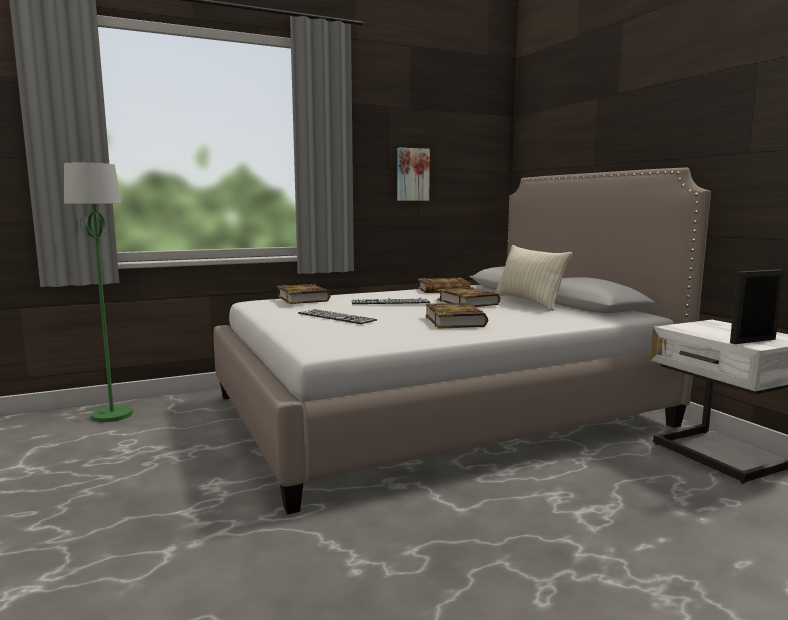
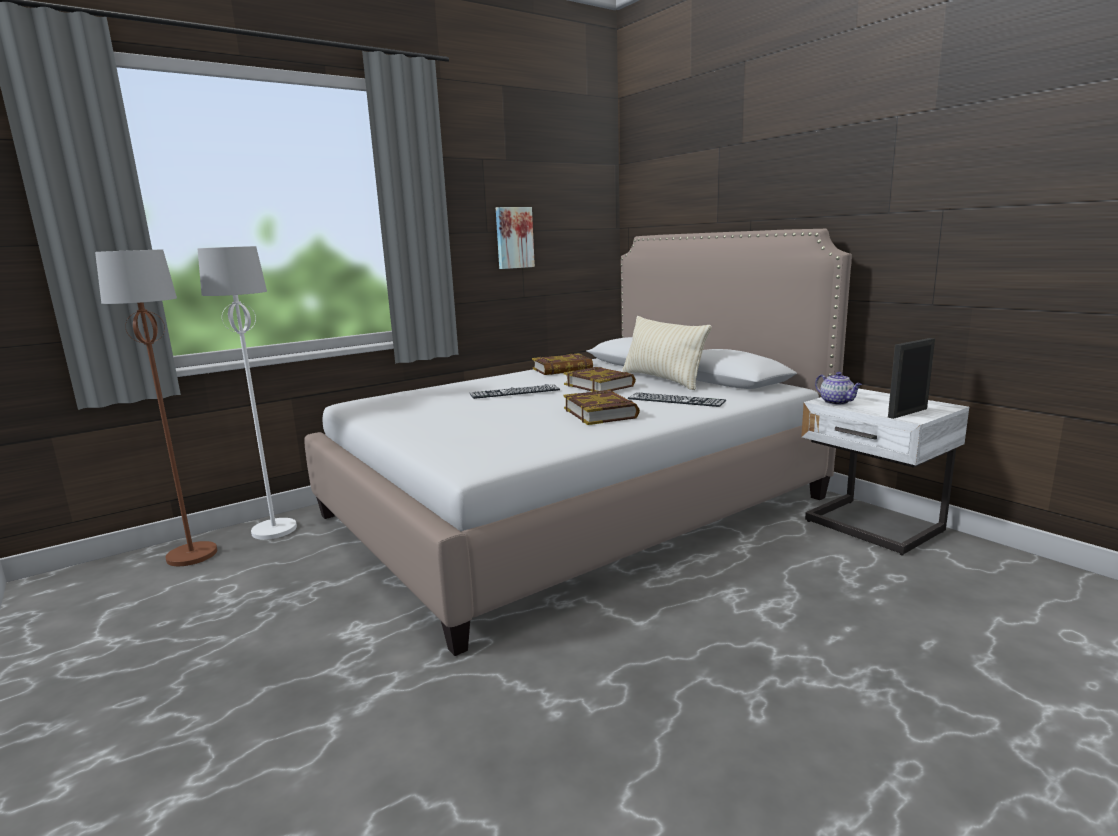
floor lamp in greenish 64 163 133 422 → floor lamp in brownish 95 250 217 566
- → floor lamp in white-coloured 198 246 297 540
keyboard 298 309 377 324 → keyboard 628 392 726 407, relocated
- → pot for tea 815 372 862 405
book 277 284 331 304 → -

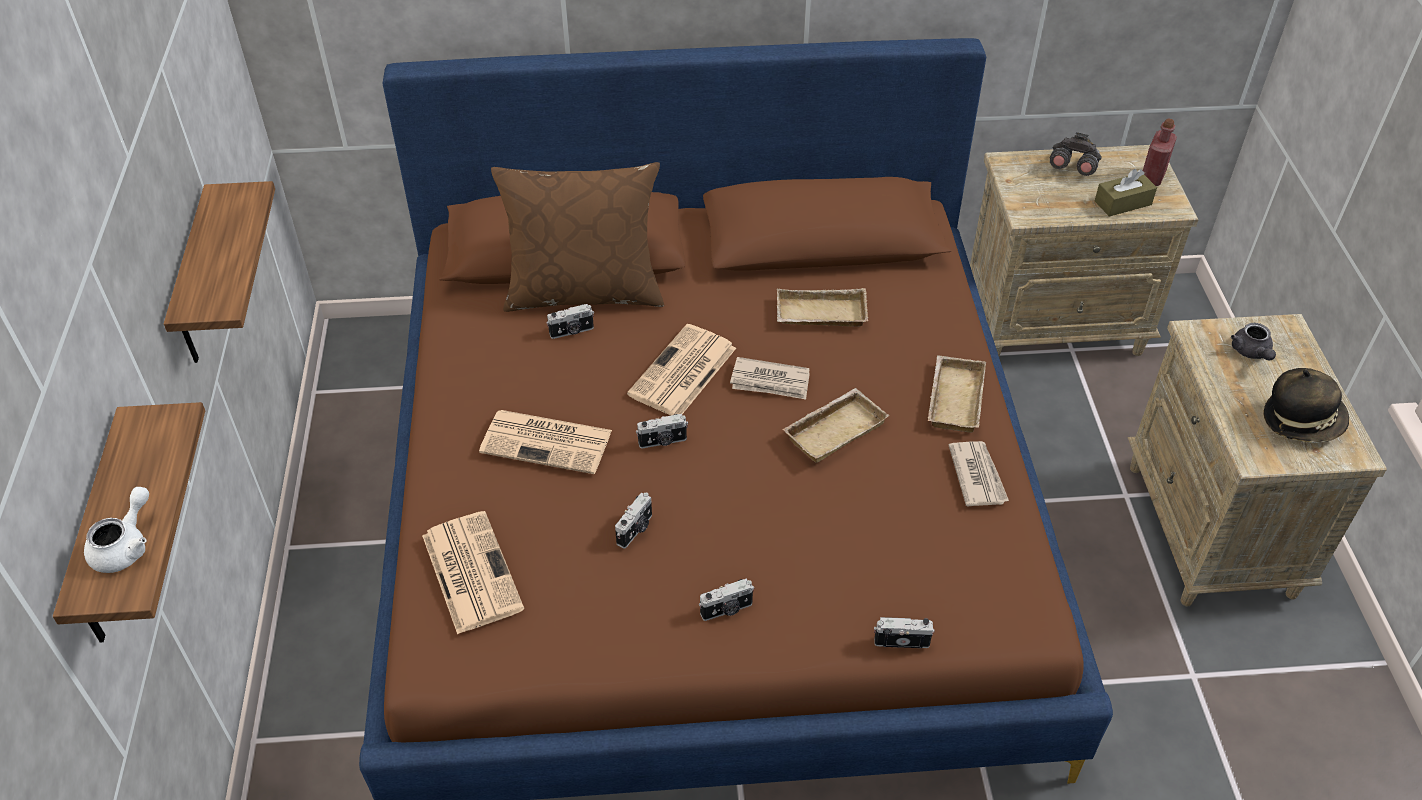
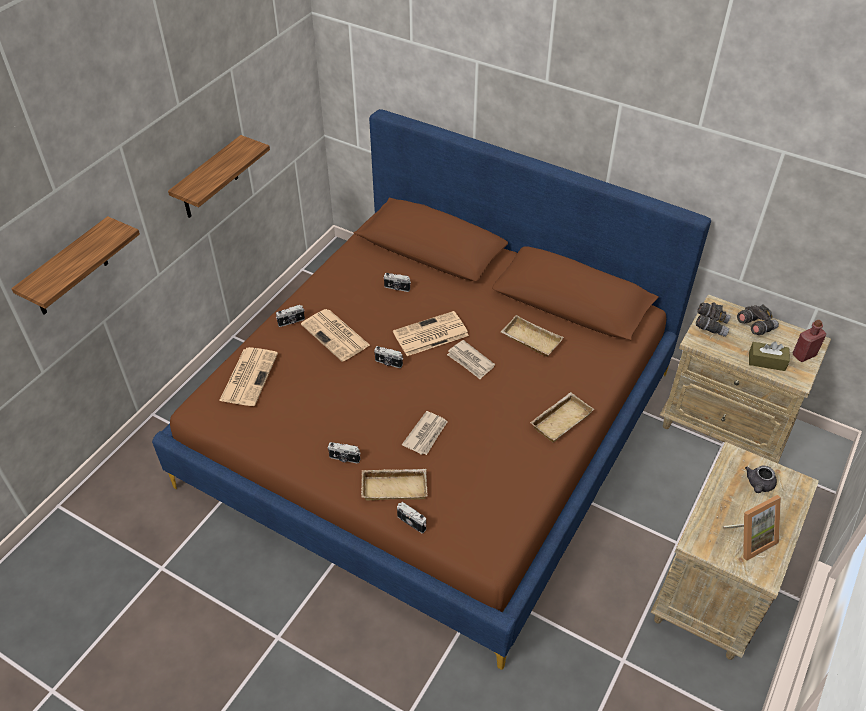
photo camera 615 493 652 549 → photo camera 276 305 305 327, relocated
tray in sand-coloured 782 388 889 463 → tray in sand-coloured 361 469 428 500, relocated
newspaper 949 441 1009 507 → newspaper 402 411 448 455, relocated
- → binoculars in gray 696 302 730 337
clothing hat 1263 368 1349 443 → photo frame 723 495 781 561
pot for tea in white-coloured 84 487 149 573 → -
throw pillow in brownish 491 162 664 312 → -

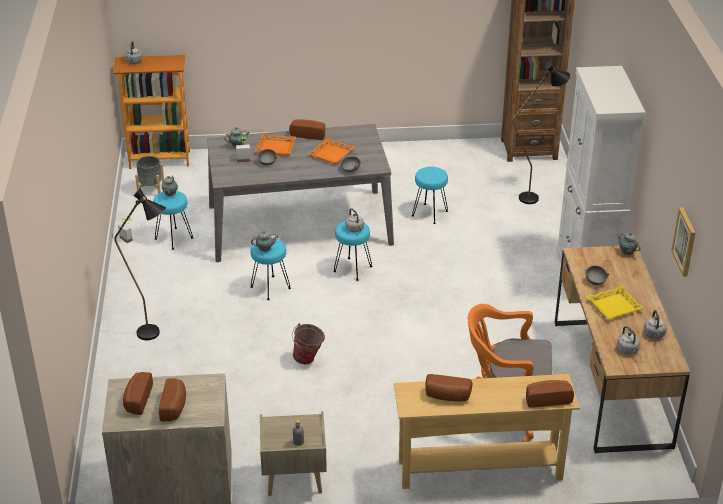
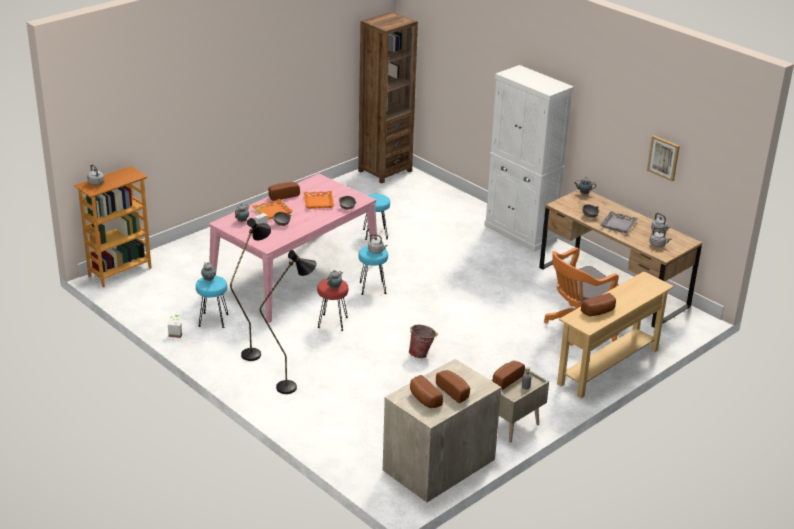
dinner table in gray 207 124 394 262 → dinner table in pinkish 209 174 377 323
floor lamp in blackish 513 61 571 204 → floor lamp in blackish 230 218 271 361, relocated
sitting stool in turquoise 250 238 291 300 → sitting stool in red 317 279 348 331
baked bread 526 380 574 408 → baked bread 493 361 525 390, relocated
tray in yellowish 586 286 644 319 → tray in gray 600 211 638 233
planter in gray 135 156 164 194 → -

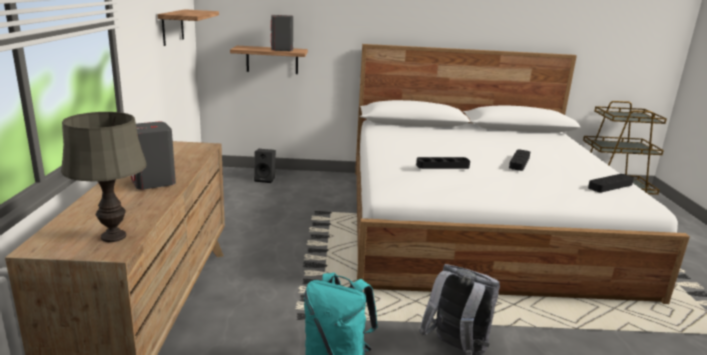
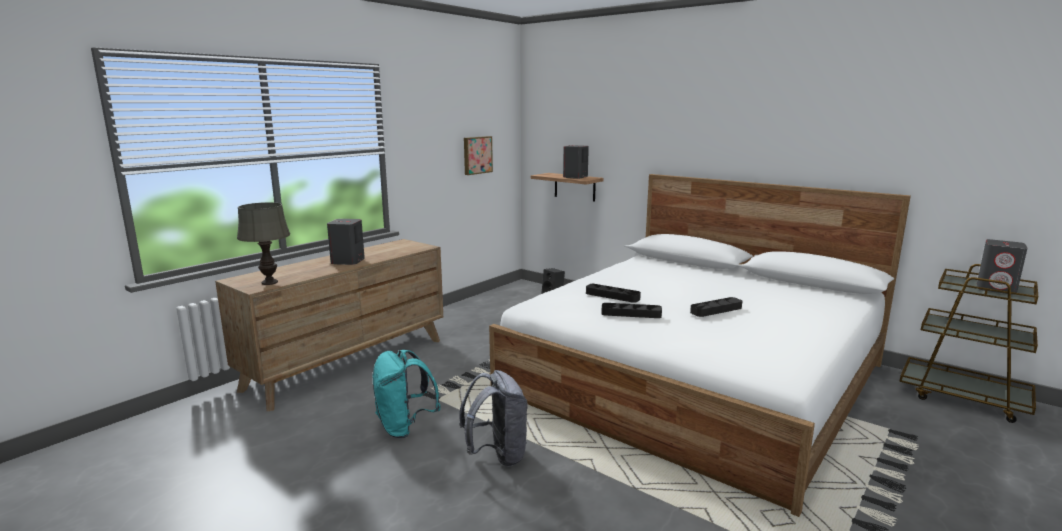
shelf 157 9 219 46 → wall art 464 136 493 175
tray in blackish 588 174 634 192 → tray in blackish 601 303 662 318, relocated
- → loudspeaker in gray 977 239 1027 295

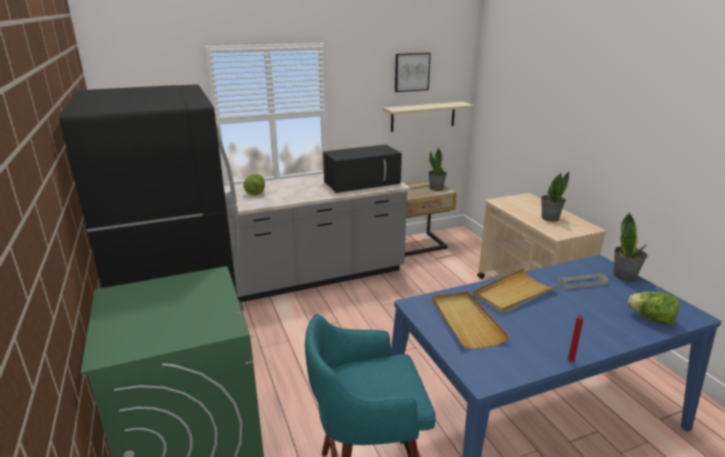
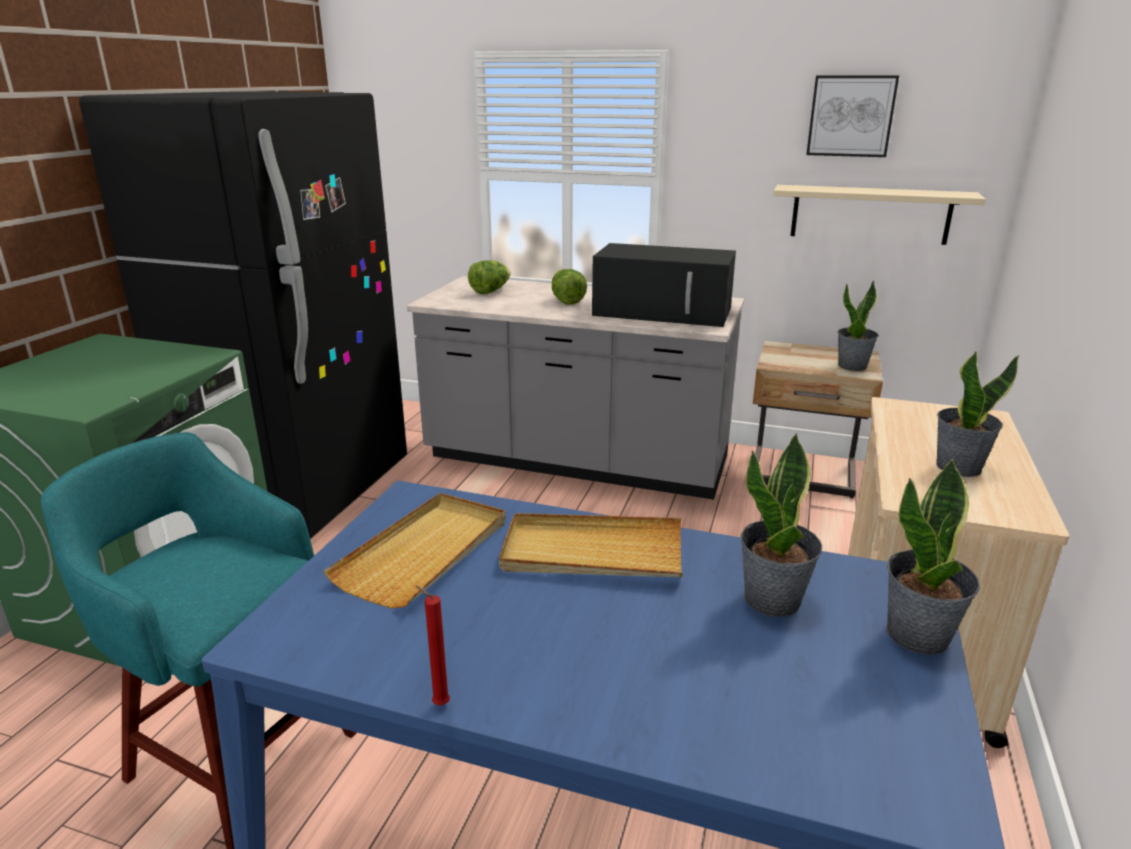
head of lettuce 628 292 679 325 → head of lettuce 552 269 587 305, relocated
tray in gray 557 273 608 290 → plant in a pot 740 433 822 617

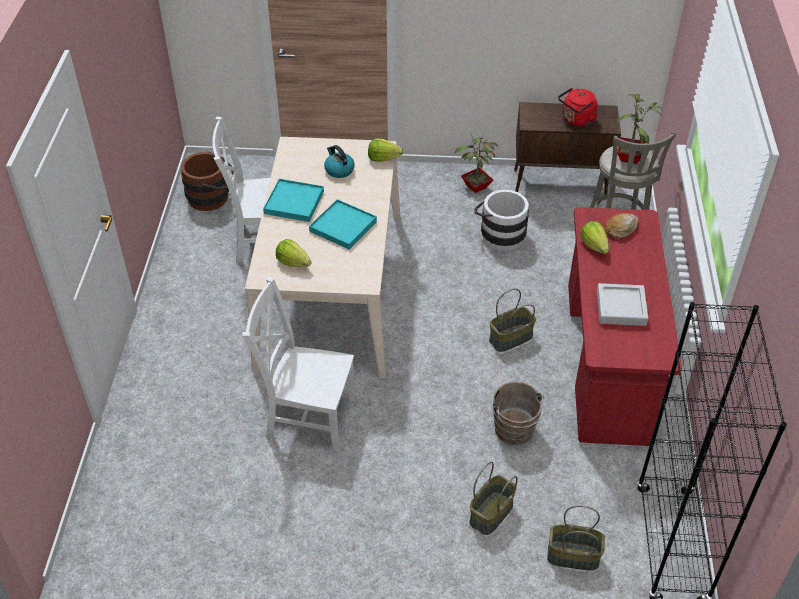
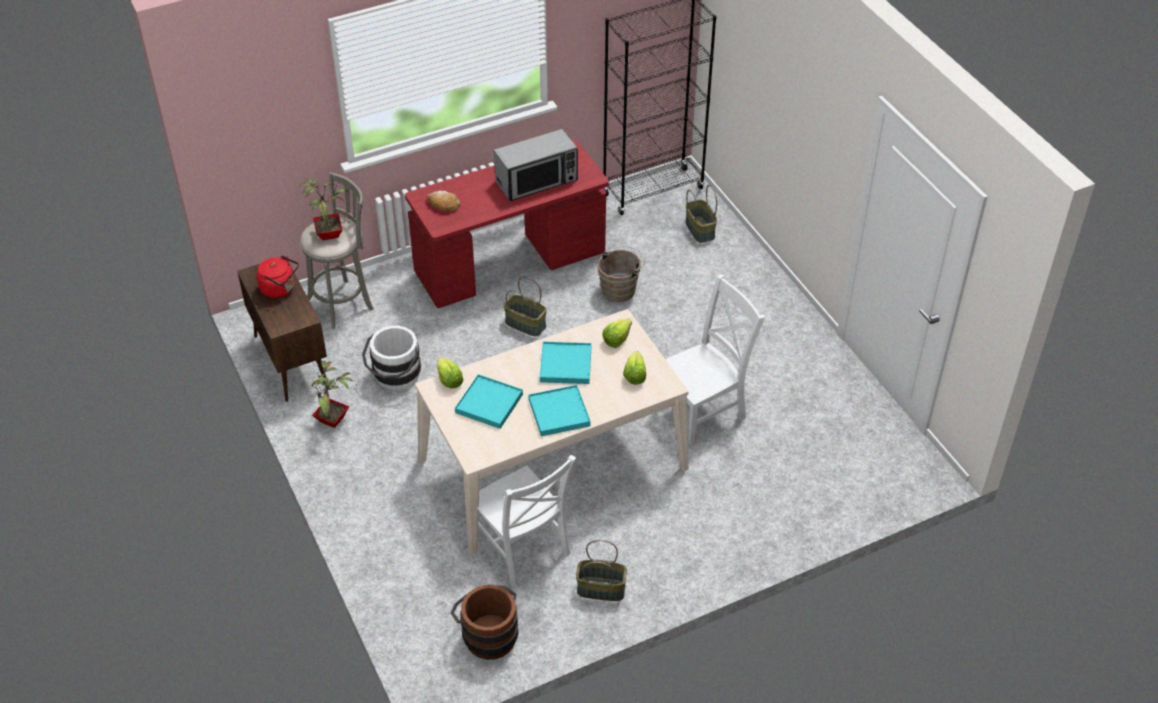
water kettle 324 145 355 178 → tray in turquoise 455 374 523 429
tray in gray 597 283 648 326 → microwave oven 494 129 578 201
household basket 469 462 518 535 → household basket 576 540 627 601, relocated
head of lettuce 580 221 609 254 → head of lettuce 603 319 632 348, relocated
chair in white-coloured 242 277 355 451 → chair in white-coloured 666 274 765 445, 105 degrees counterclockwise

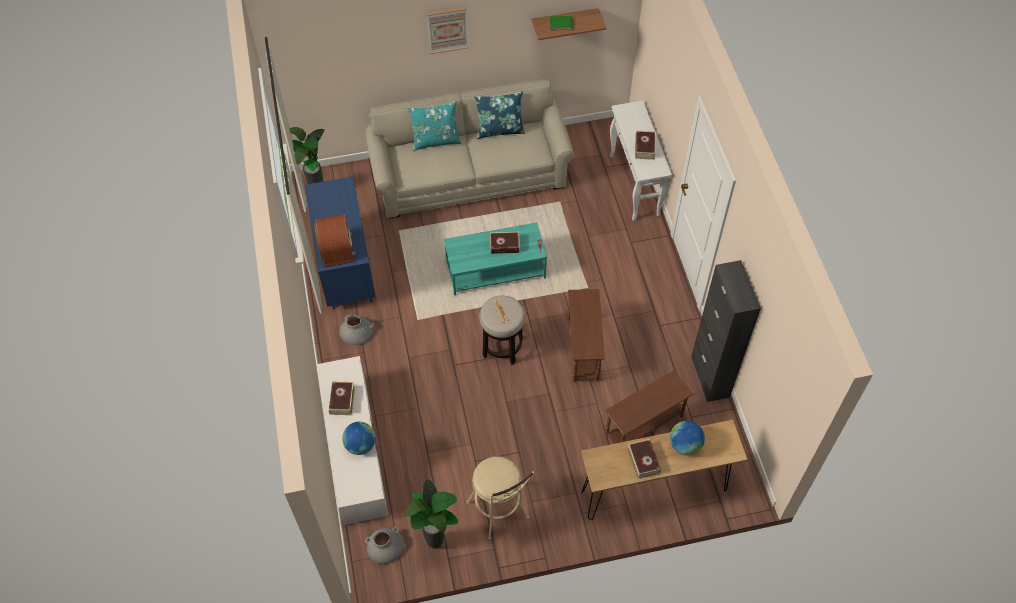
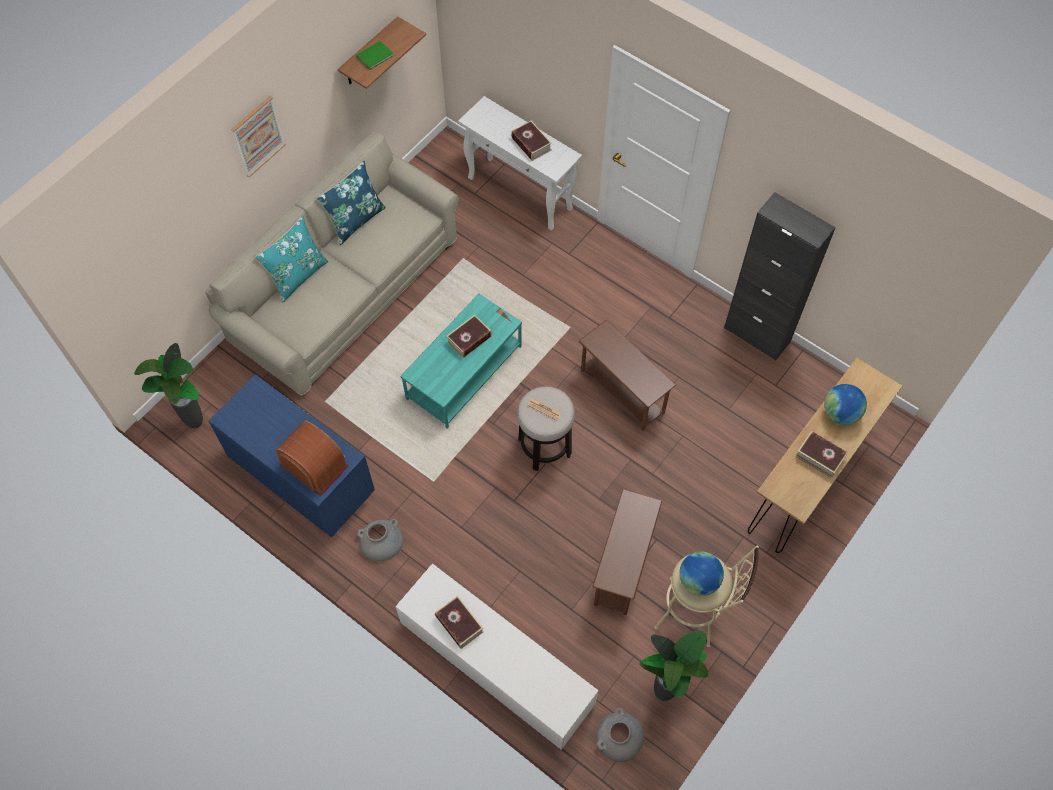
side table in brownish 605 370 693 444 → side table in brownish 592 489 662 615, relocated
world globe 342 422 376 455 → world globe 679 552 724 596, relocated

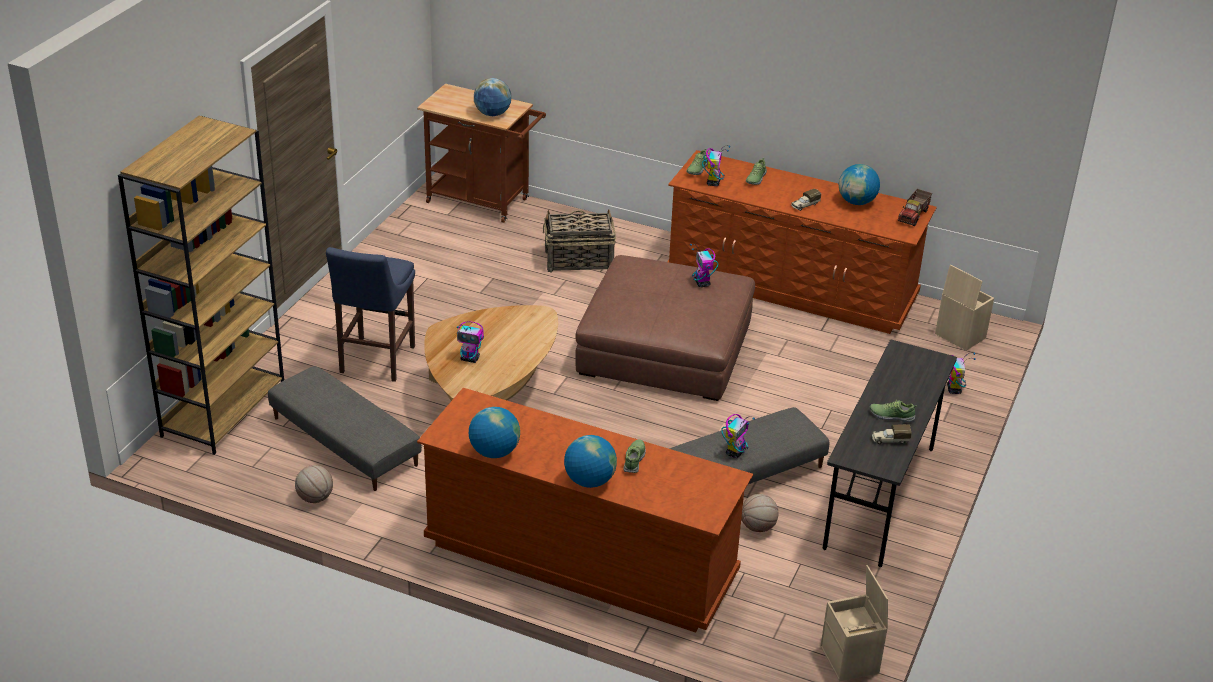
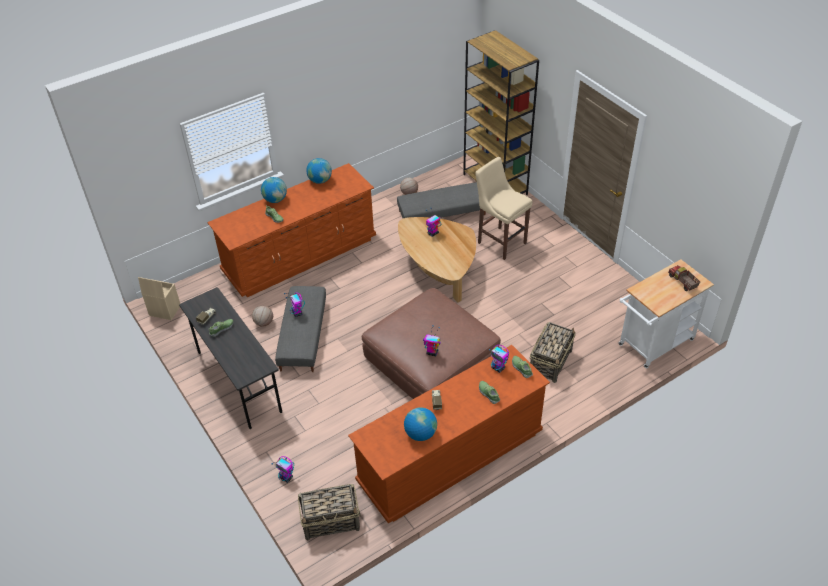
storage box in sand-coloured 935 265 994 351 → household basket 298 484 361 540
sitting stool in blue-coloured 326 247 415 382 → sitting stool in sand-coloured 475 157 532 260
wheeled cart in brownish 417 84 546 223 → wheeled cart in white-coloured 619 259 714 368
model truck 898 189 932 226 → model truck 668 265 700 291, relocated
world globe 474 78 511 116 → -

